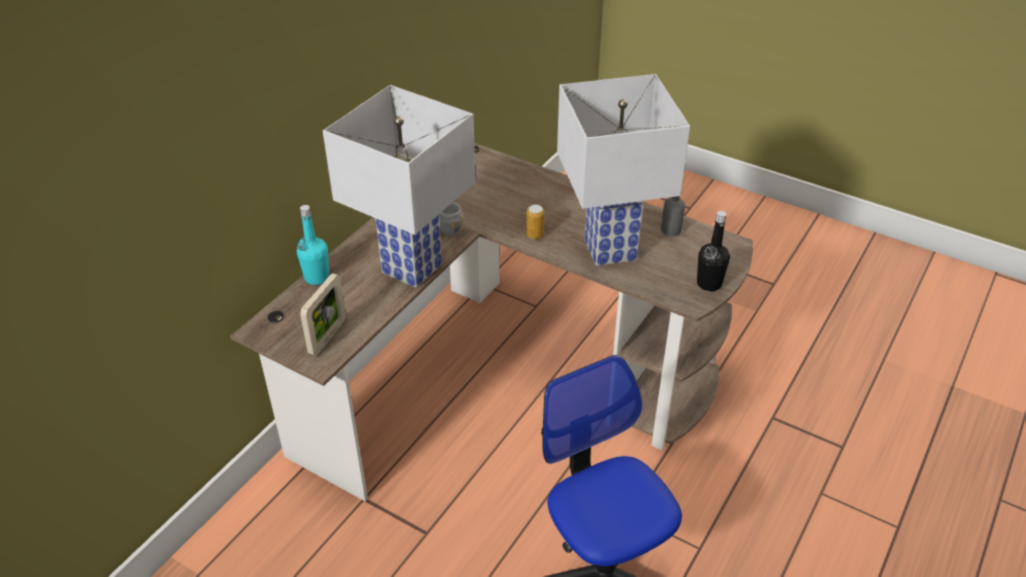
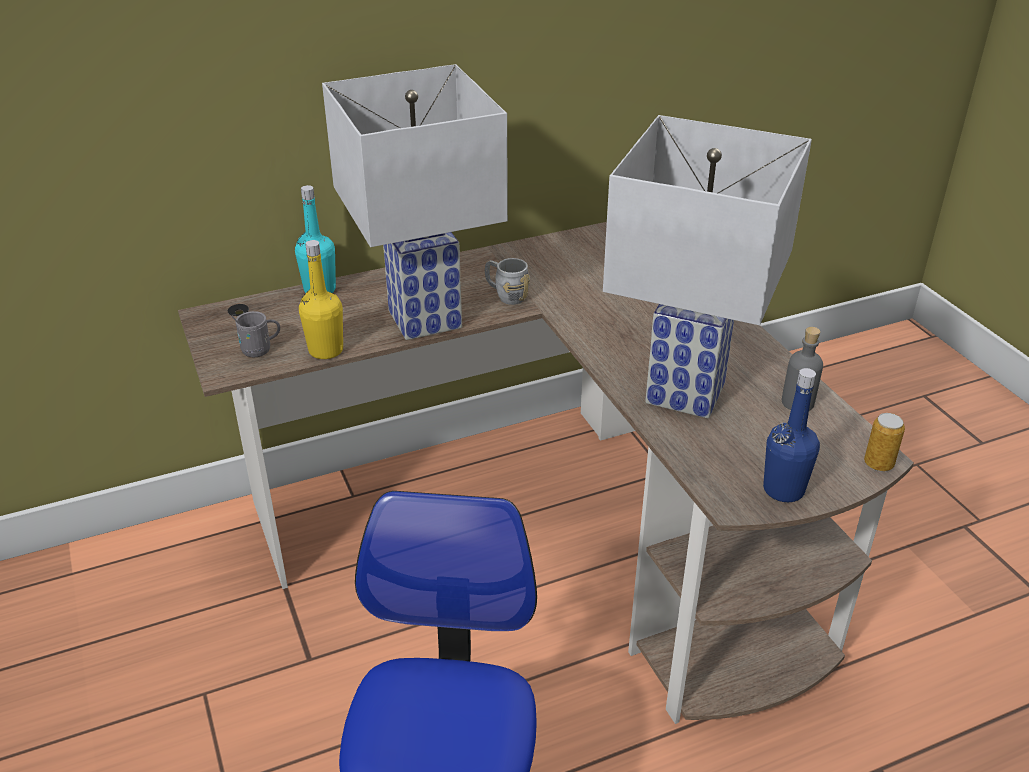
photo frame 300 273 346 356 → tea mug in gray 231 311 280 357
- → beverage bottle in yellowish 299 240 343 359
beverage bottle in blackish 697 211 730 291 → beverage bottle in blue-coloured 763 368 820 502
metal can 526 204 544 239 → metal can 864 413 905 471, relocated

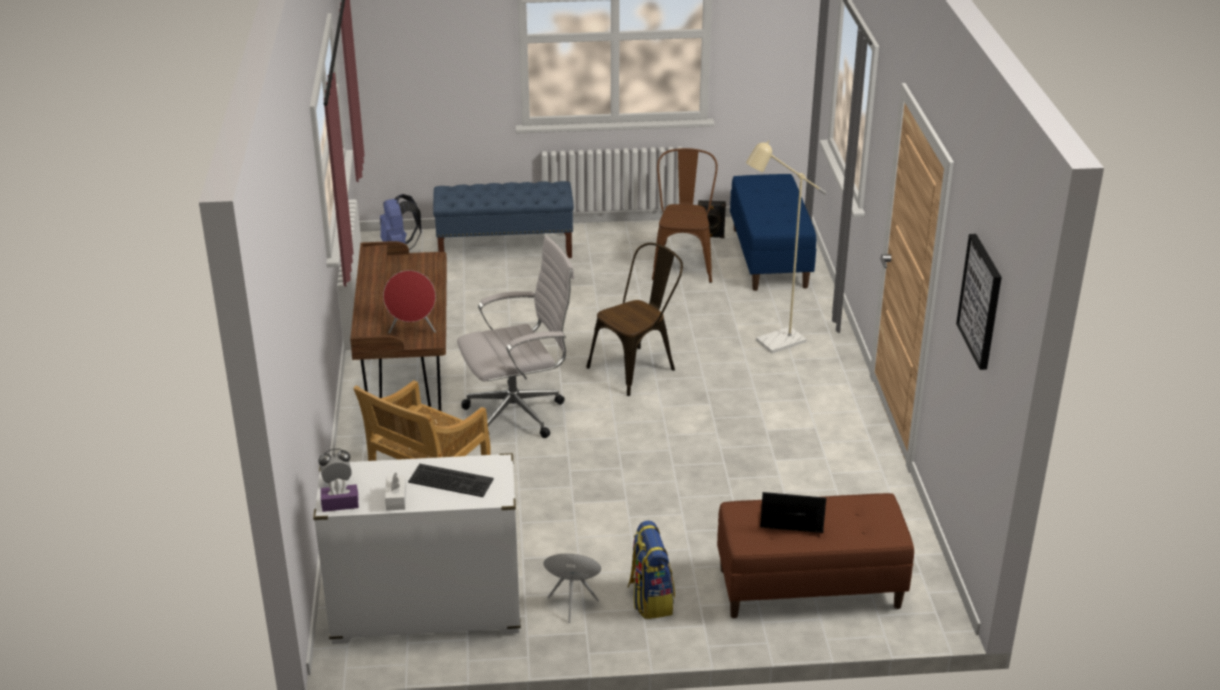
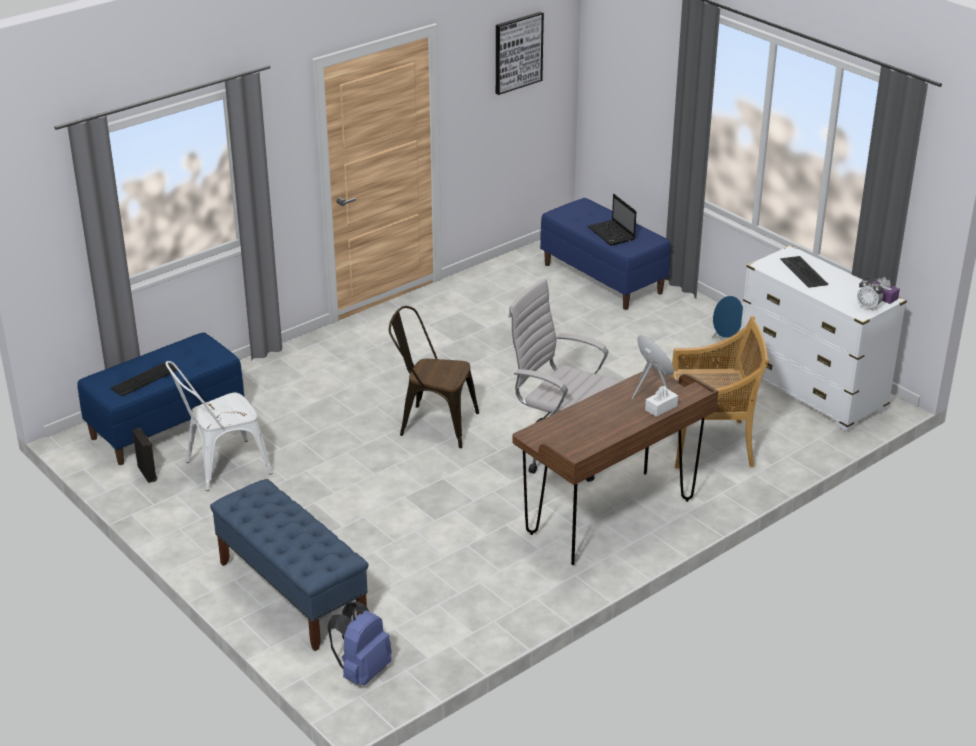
- → keyboard 110 362 180 396
chair in brownish 652 148 718 283 → chair in white-coloured 165 361 273 491
bench in brownish 717 493 914 618 → bench in blue-coloured 540 198 671 310
box of tissues in white-coloured 385 473 406 511 → box of tissues in white-coloured 645 386 678 417, relocated
knapsack 628 521 675 619 → -
floor lamp in sand-coloured 746 140 826 353 → -

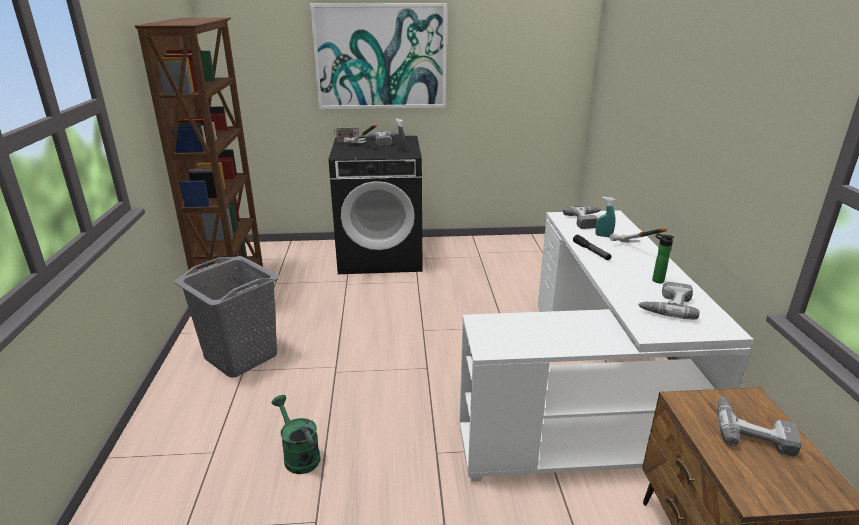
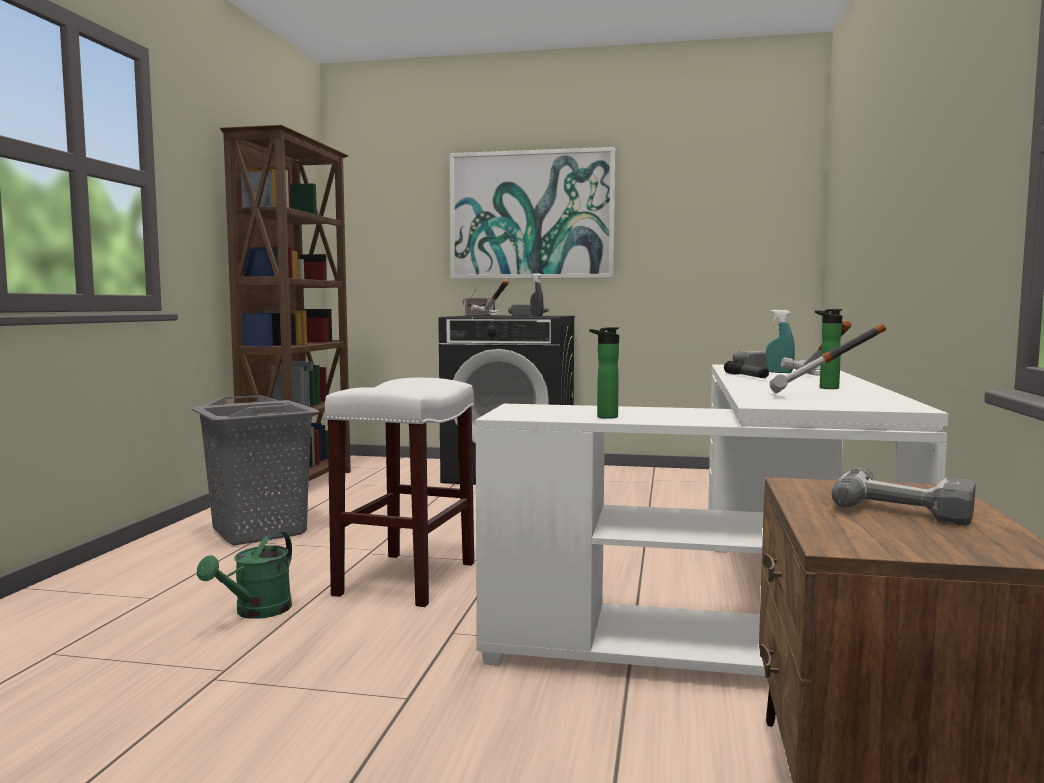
watering can in greenish 271 395 321 474 → watering can in greenish 197 531 292 619, 135 degrees counterclockwise
- → sitting stool in white-coloured 325 377 474 607
- → beverage bottle 589 327 619 419
drill 638 282 699 319 → hand hammer 769 324 886 393

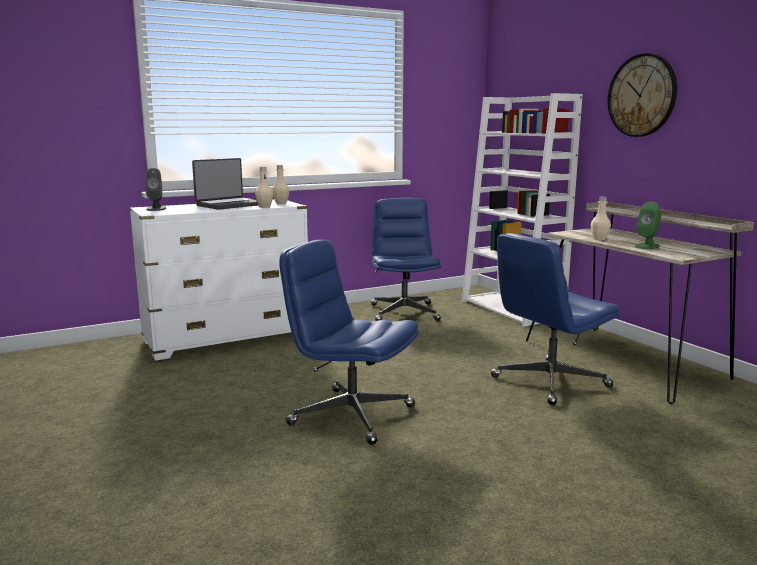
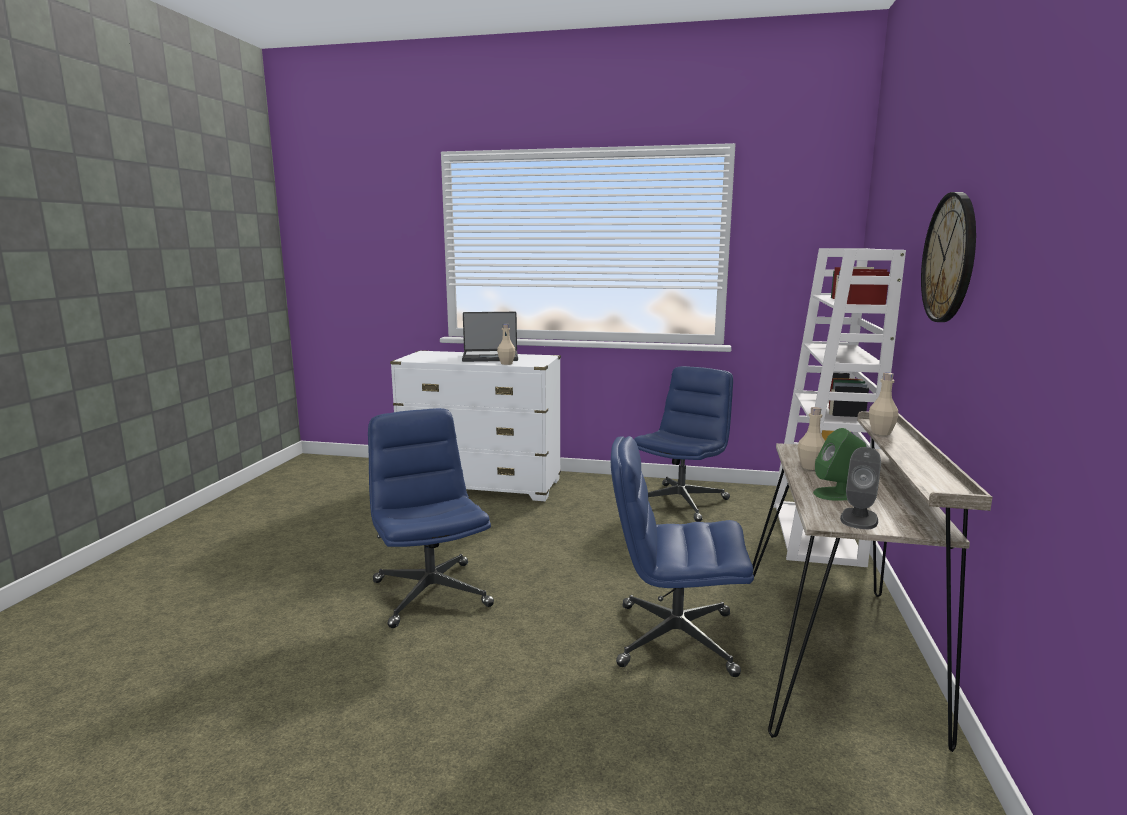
loudspeaker in gray 145 168 166 211 → loudspeaker in gray 840 447 881 529, relocated
beverage bottle in sand-coloured 272 165 289 204 → beverage bottle in sand-coloured 869 373 898 435, relocated

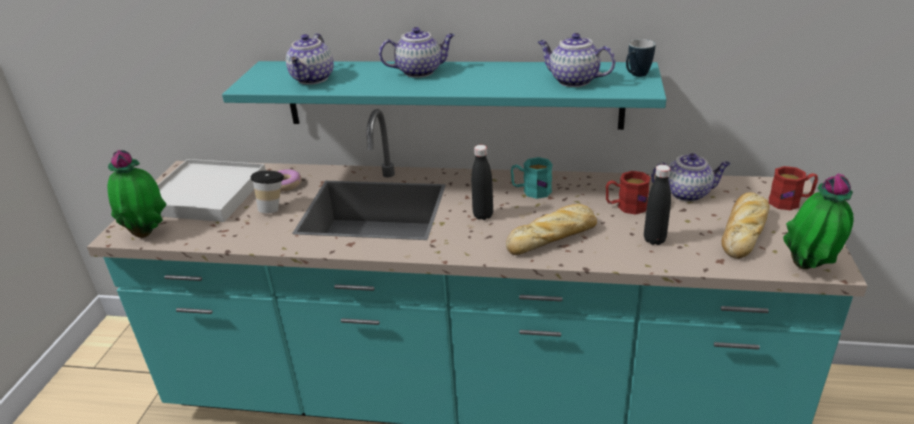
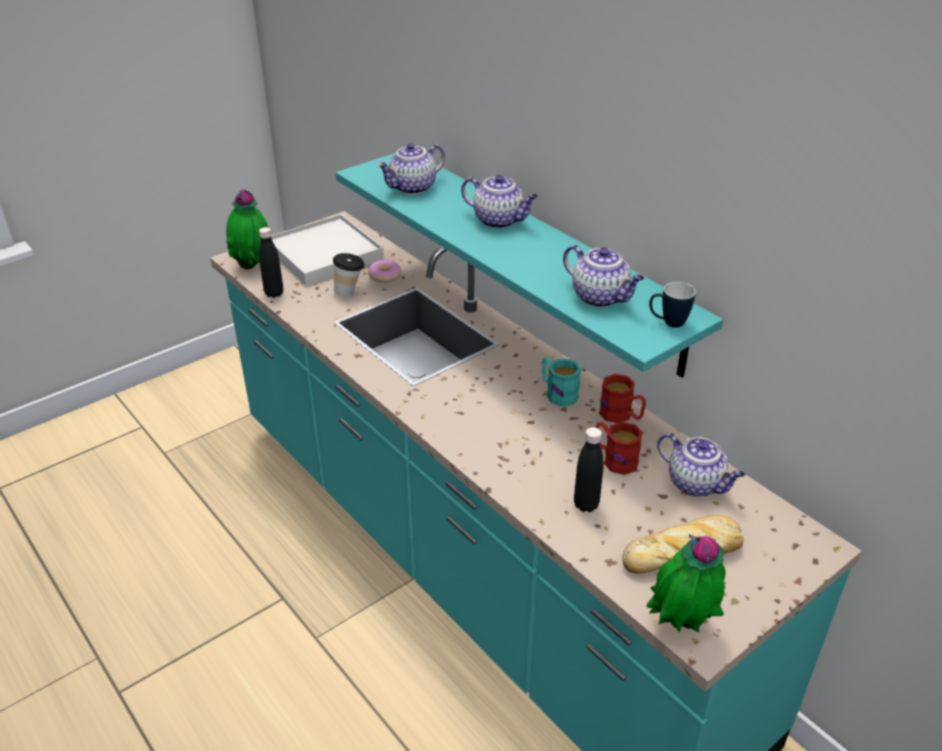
beverage bottle in blackish 471 145 493 220 → beverage bottle in blackish 259 227 283 298, relocated
pot for tea 538 33 615 87 → pot for tea 563 245 644 307, 150 degrees clockwise
tea mug in red 769 166 818 210 → tea mug in red 599 374 646 423, relocated
baked bread 506 204 597 255 → -

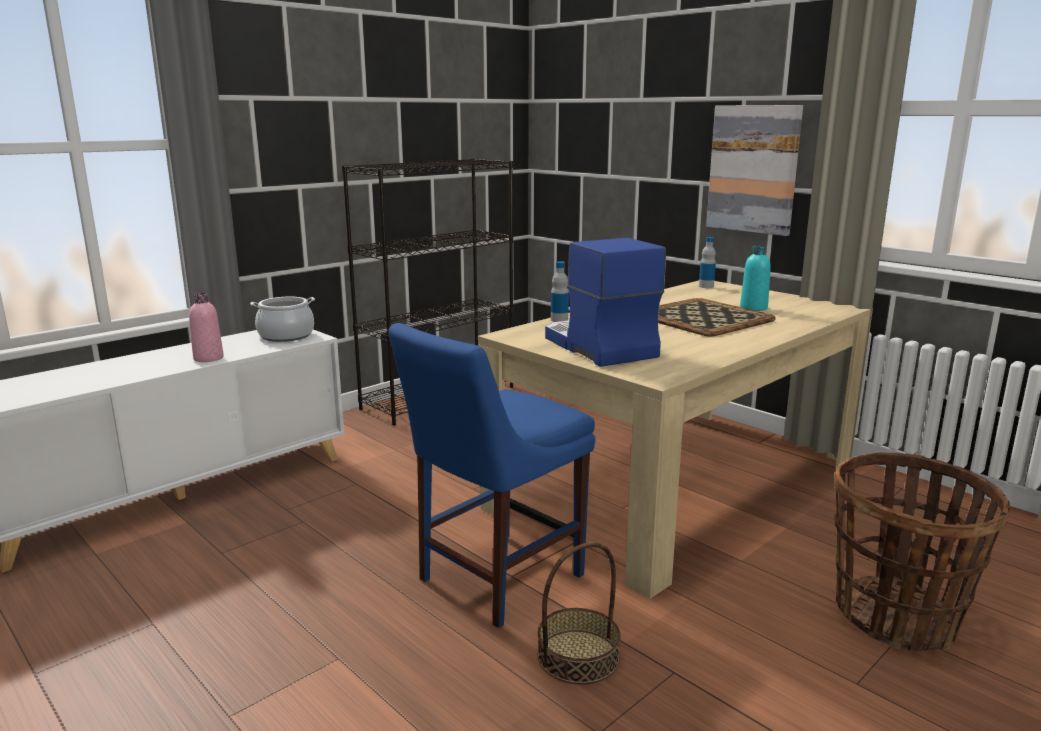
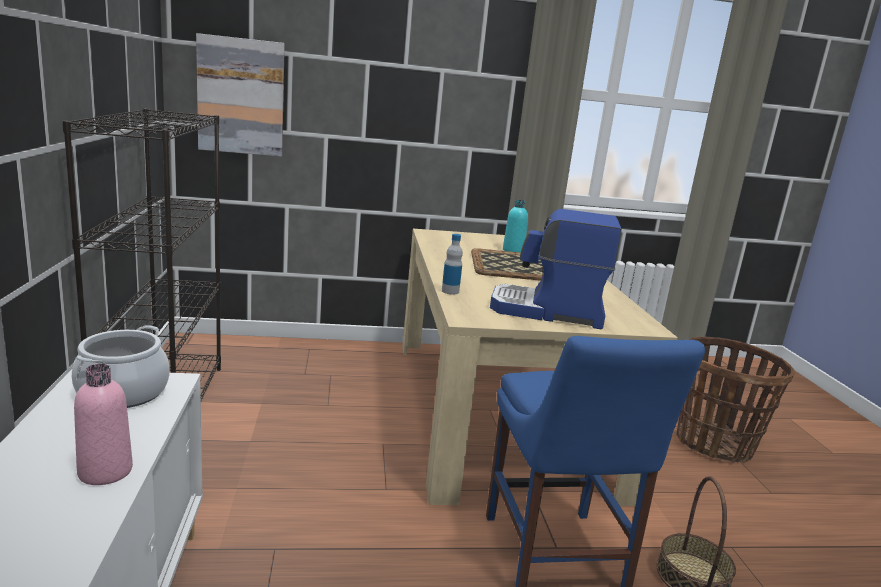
wall art 706 105 803 236 → wall art 196 33 285 157, relocated
beverage bottle 699 237 716 288 → -

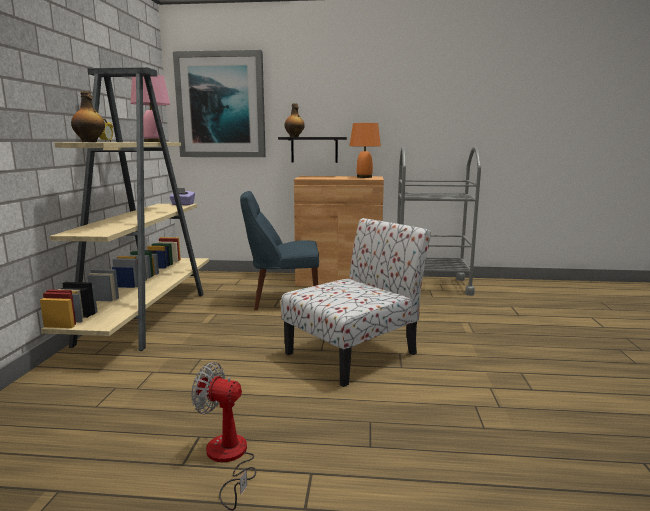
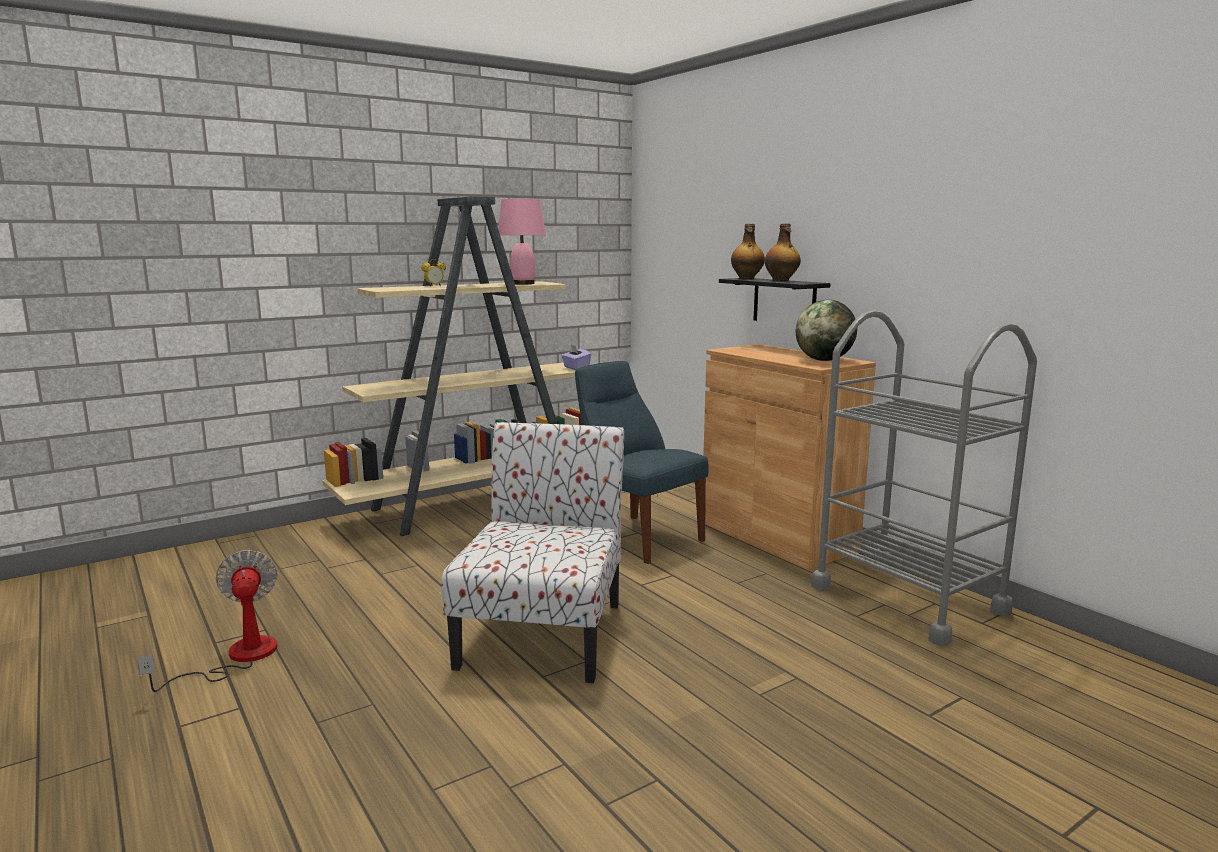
chair 281 218 431 387 → chair 441 422 624 683, 90 degrees counterclockwise
beverage bottle 71 91 105 142 → beverage bottle 765 223 801 282, relocated
tabletop lamp in orange 350 123 381 178 → world globe 796 300 857 361
wall art 173 50 266 157 → -

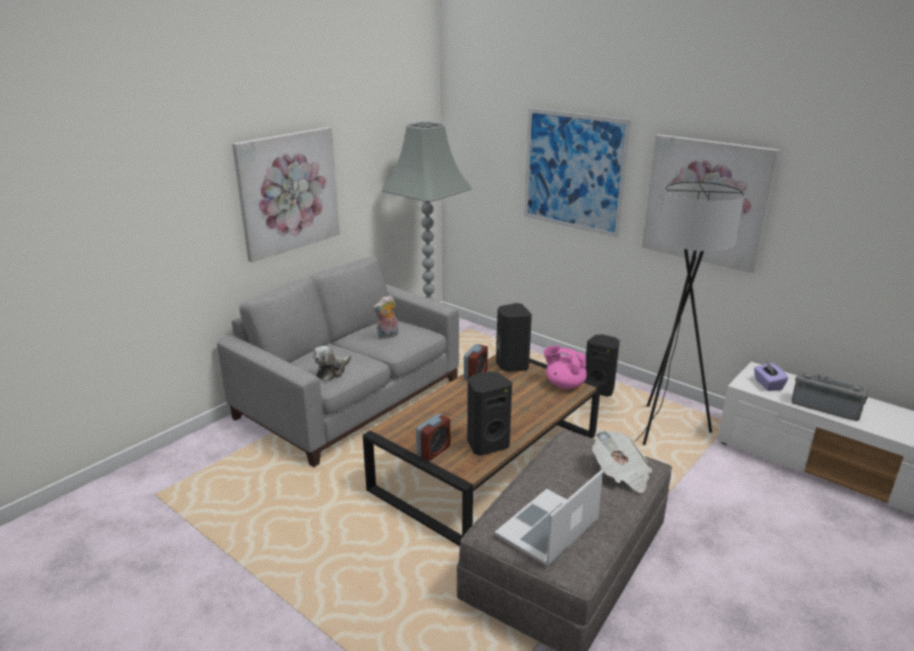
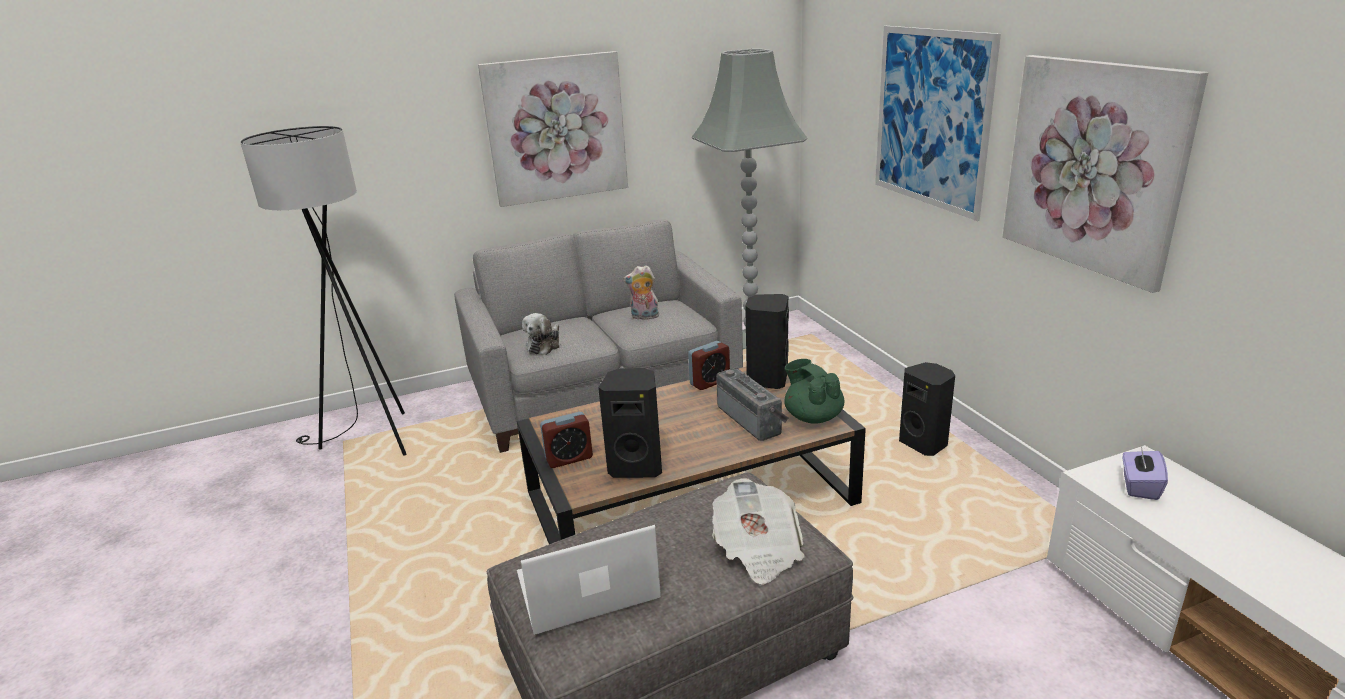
floor lamp in blackish 634 181 745 445 → floor lamp in blackish 240 126 406 456, relocated
plush toy 313 346 351 381 → plush toy 522 313 559 355, 45 degrees counterclockwise
radio 791 371 868 421 → radio 716 368 788 441, relocated
pot for tea in pinkish 543 345 587 389 → pot for tea in greenish 784 359 845 424

